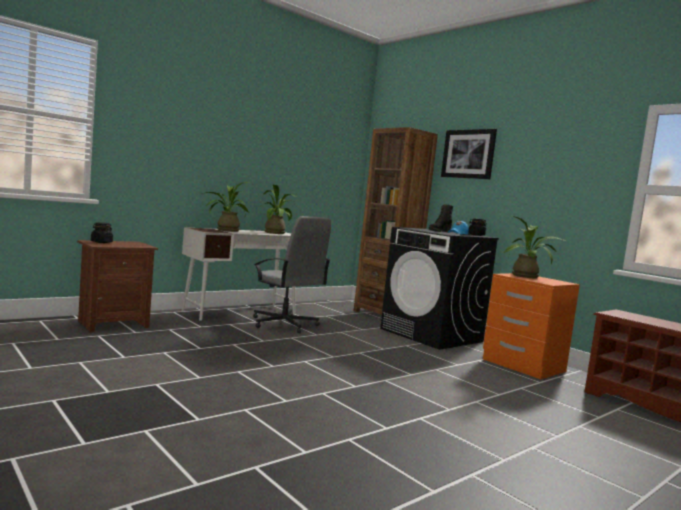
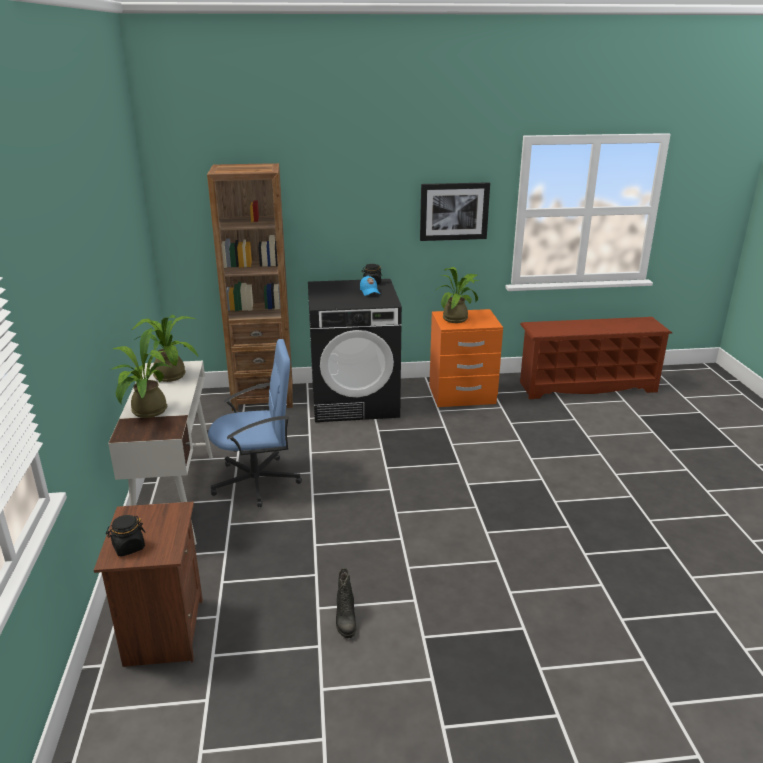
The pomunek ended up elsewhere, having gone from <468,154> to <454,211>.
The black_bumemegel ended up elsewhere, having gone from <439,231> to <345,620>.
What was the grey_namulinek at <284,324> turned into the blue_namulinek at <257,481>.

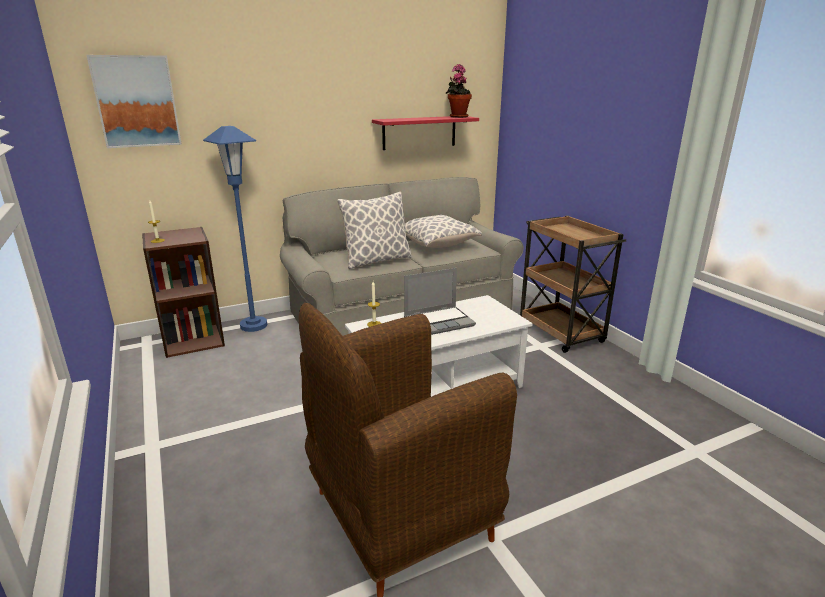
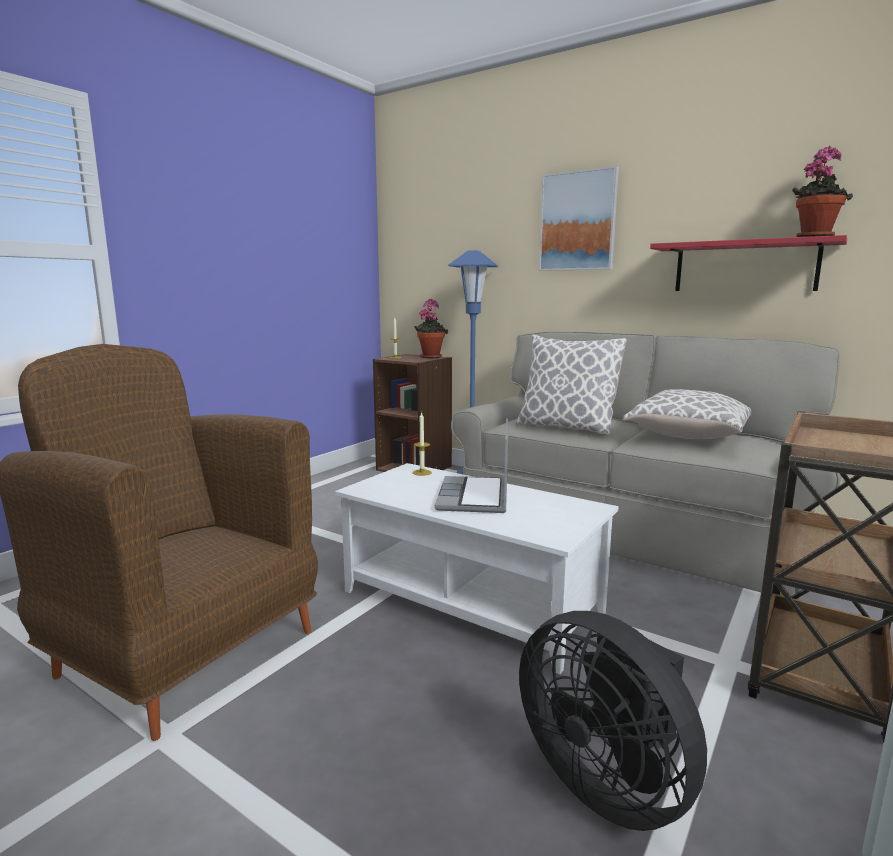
The pomunek ended up elsewhere, having gone from <136,101> to <578,221>.
The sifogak at <439,322> ended up facing another way, 60 degrees clockwise from before.
The second view gained the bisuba at <430,357>.
The second view gained the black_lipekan at <606,781>.

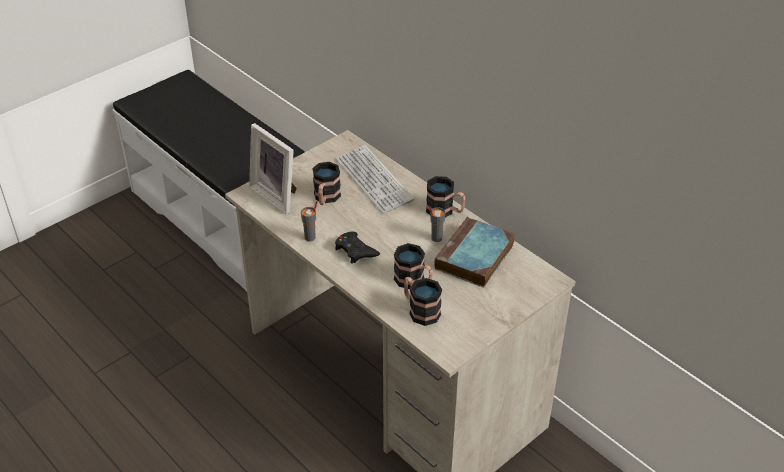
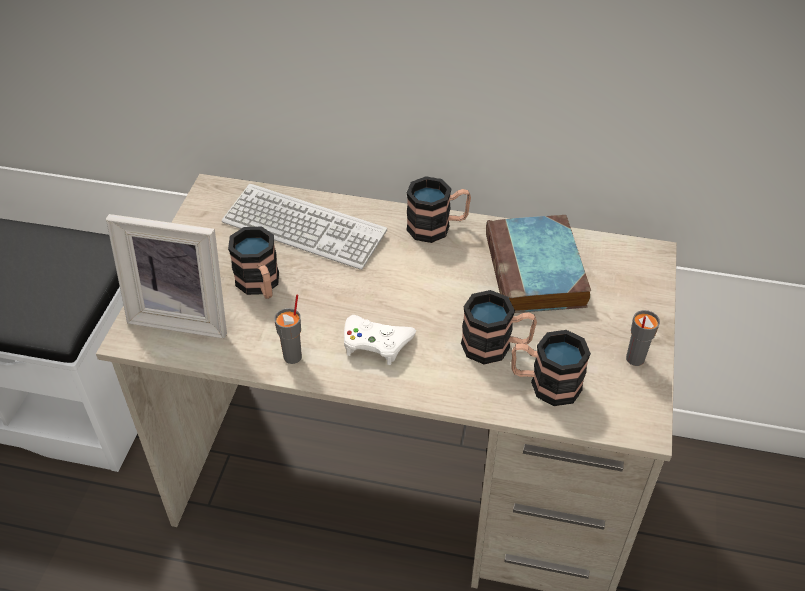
The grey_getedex ended up elsewhere, having gone from <436,238> to <634,359>.
What was the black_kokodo at <355,251> turned into the white_kokodo at <376,343>.

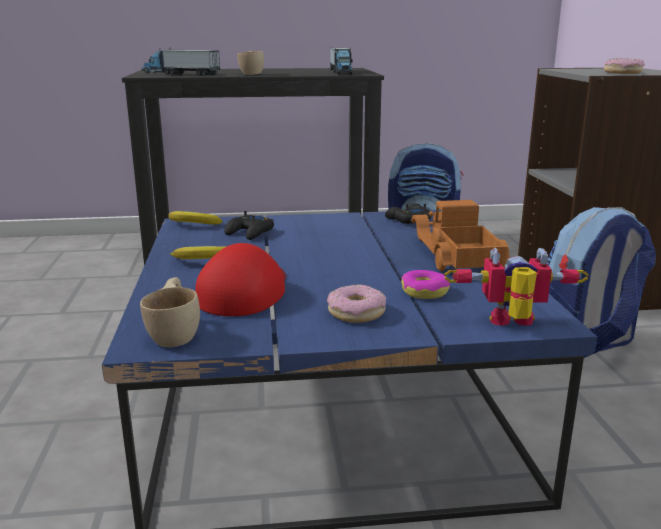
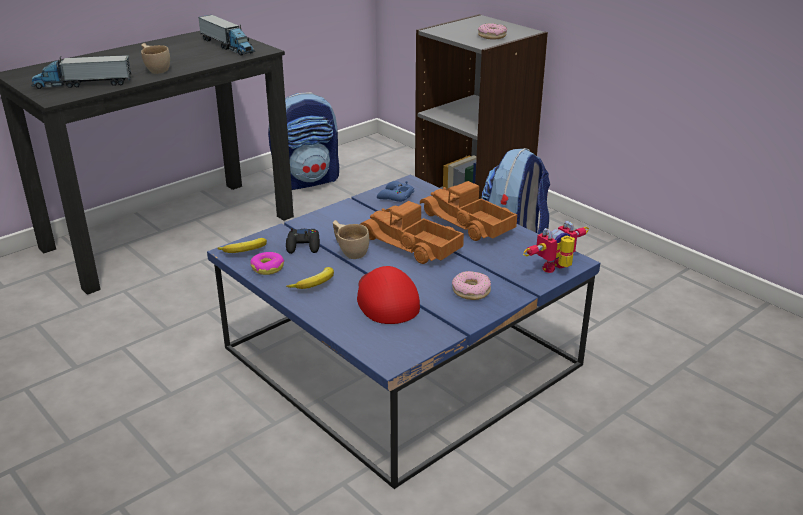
What was the black_kokodo at <407,220> turned into the blue_kokodo at <395,196>.
The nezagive ended up elsewhere, having gone from <424,292> to <268,268>.
The beige_getedex ended up elsewhere, having gone from <176,333> to <350,251>.
The second view gained the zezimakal at <410,245>.

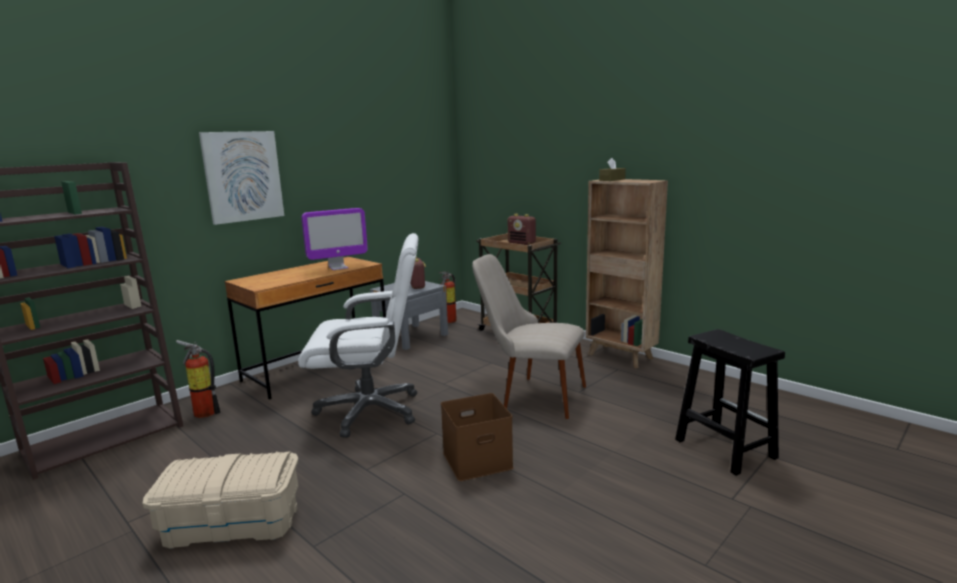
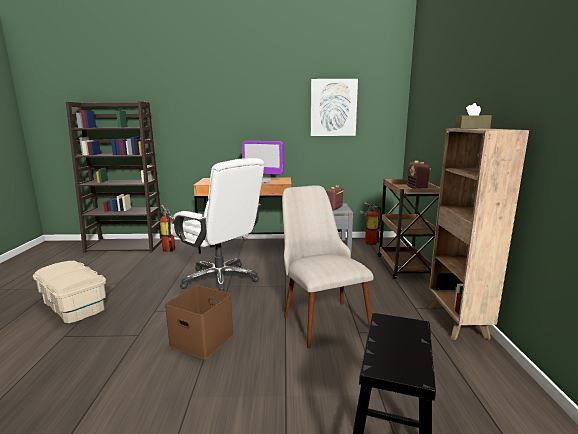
The pomunek ended up elsewhere, having gone from <243,176> to <333,108>.

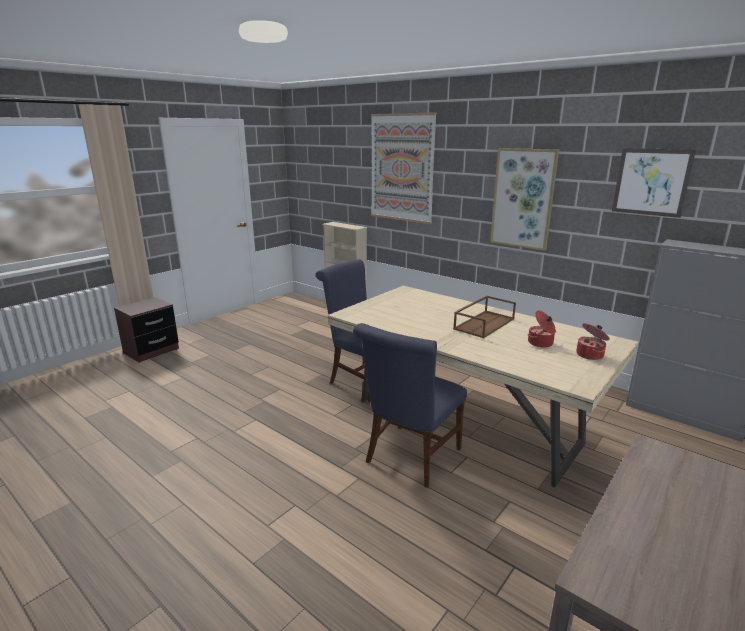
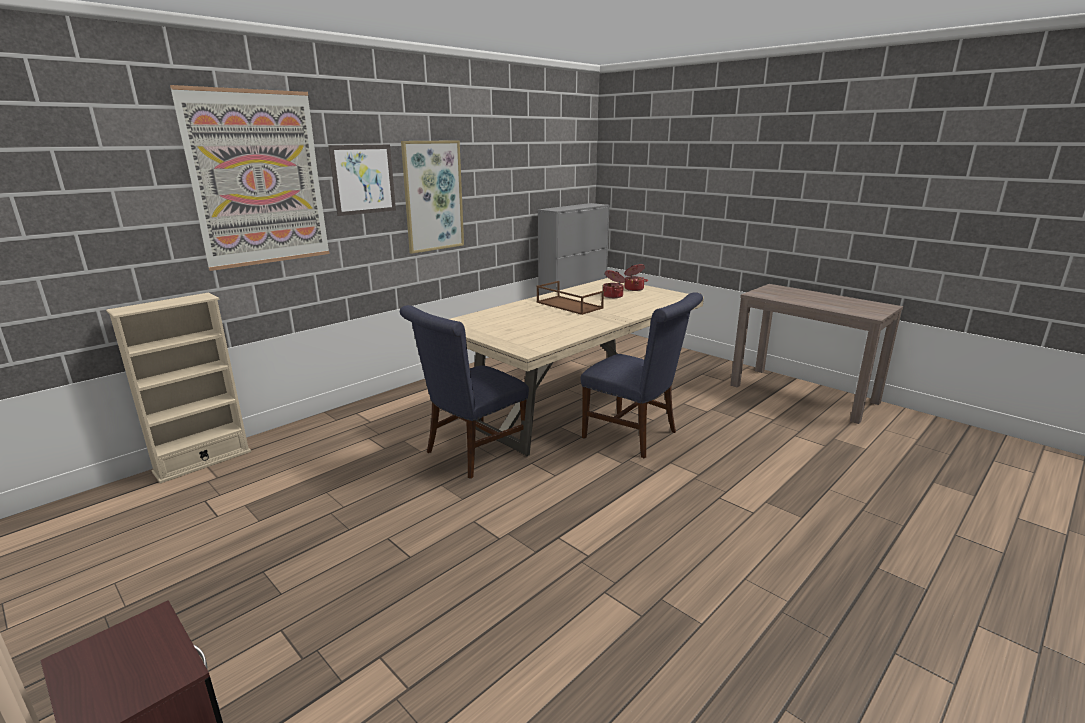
The pomunek ended up elsewhere, having gone from <651,182> to <363,179>.

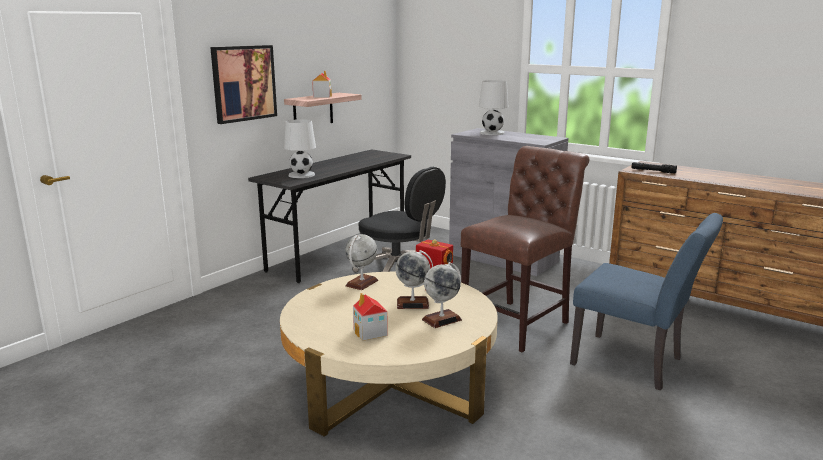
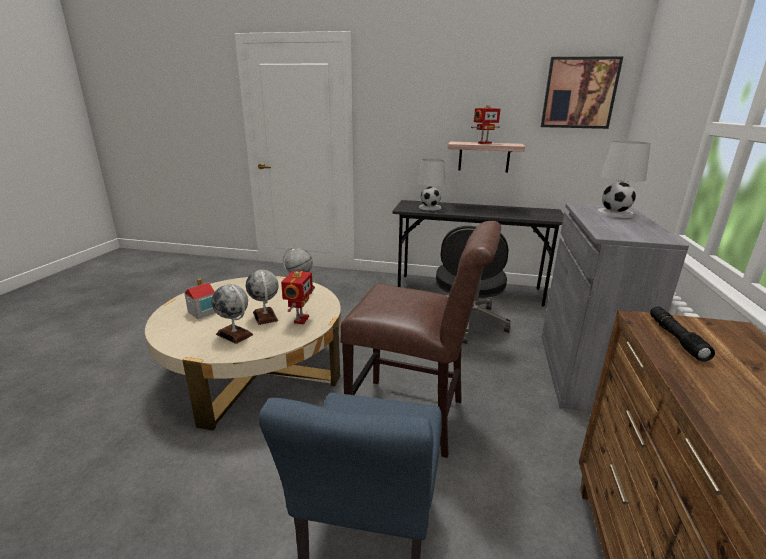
The pomunek ended up elsewhere, having gone from <244,83> to <579,93>.
Where the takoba stood at <322,96>, the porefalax came to stand at <484,143>.

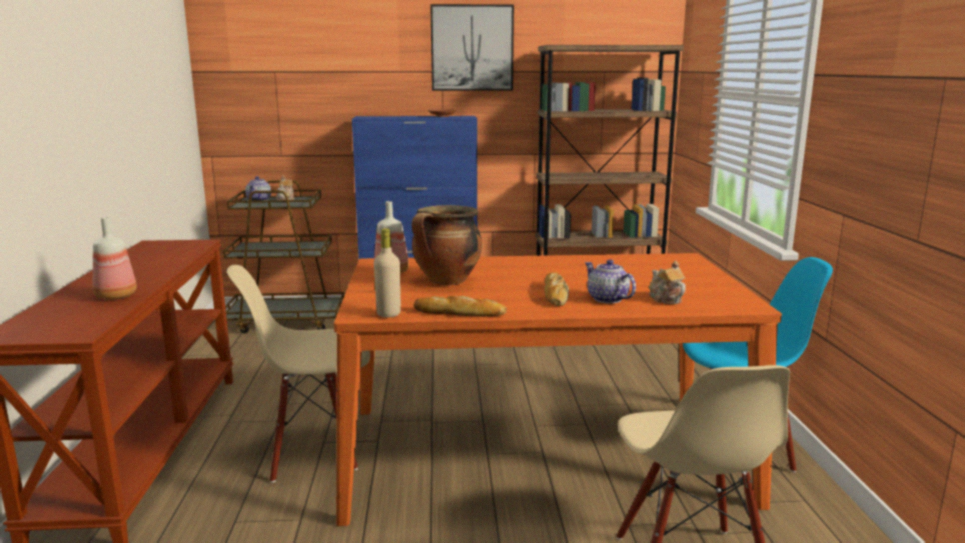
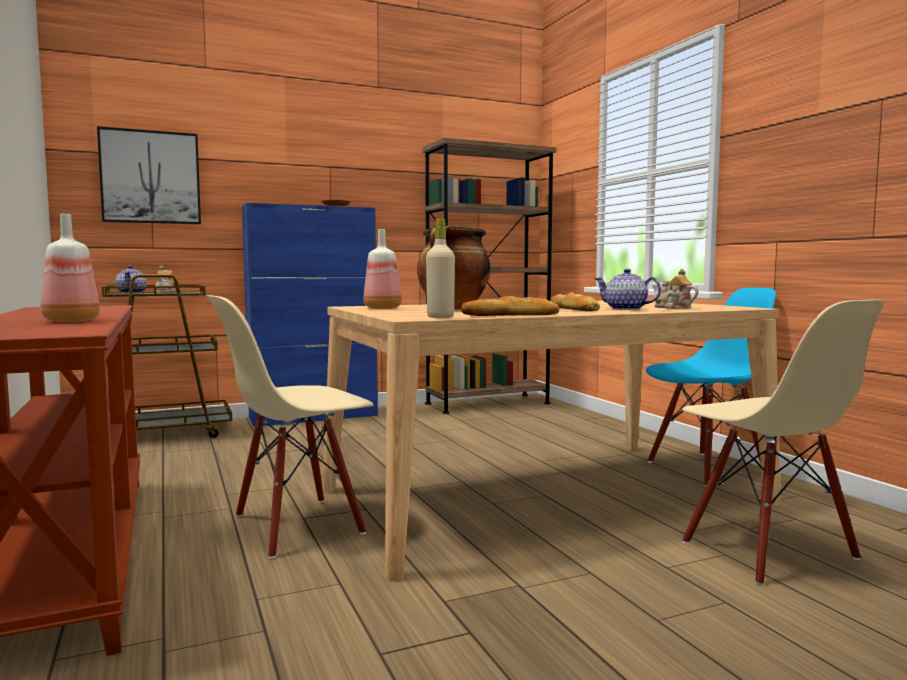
The pomunek ended up elsewhere, having gone from <472,48> to <150,177>.
What was the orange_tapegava at <540,453> turned into the beige_tapegava at <544,496>.

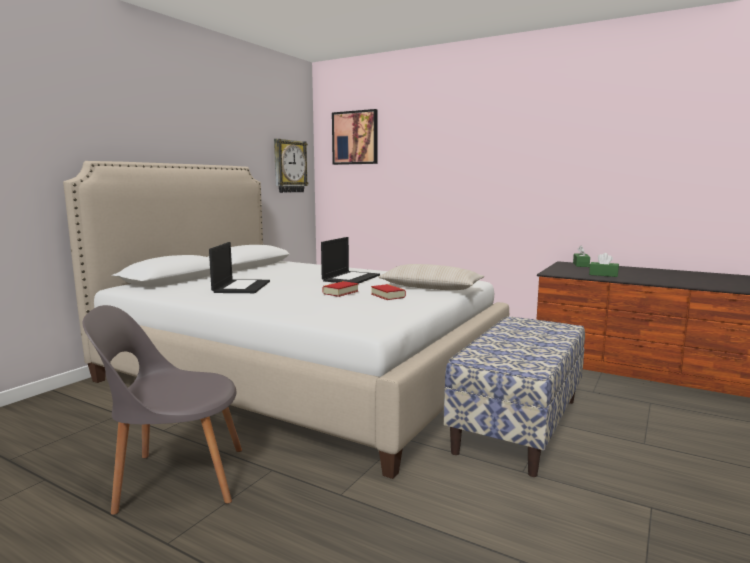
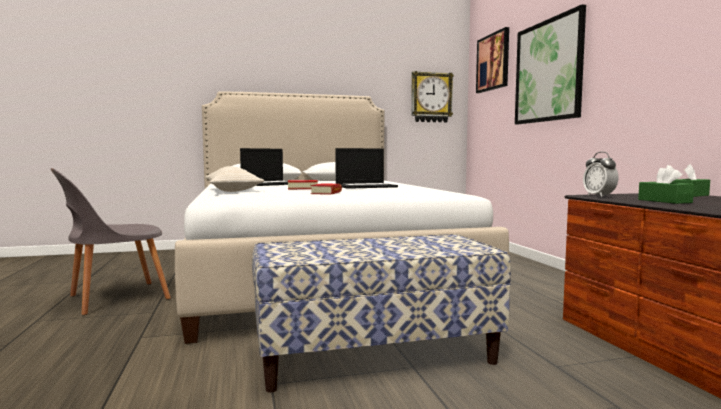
The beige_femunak ended up elsewhere, having gone from <430,288> to <232,190>.
The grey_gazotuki at <176,479> ended up facing another way, 75 degrees counterclockwise from before.
The second view gained the pomunek at <548,71>.
The second view gained the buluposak at <599,196>.

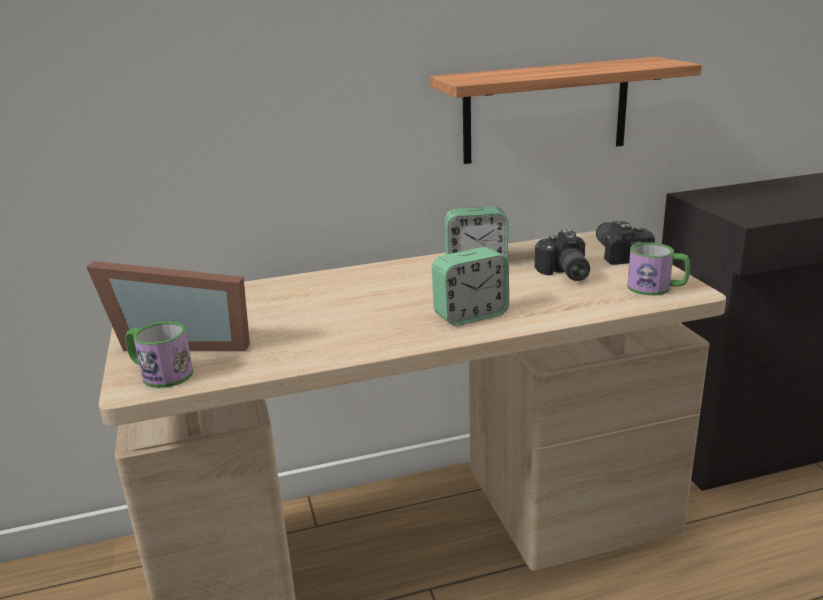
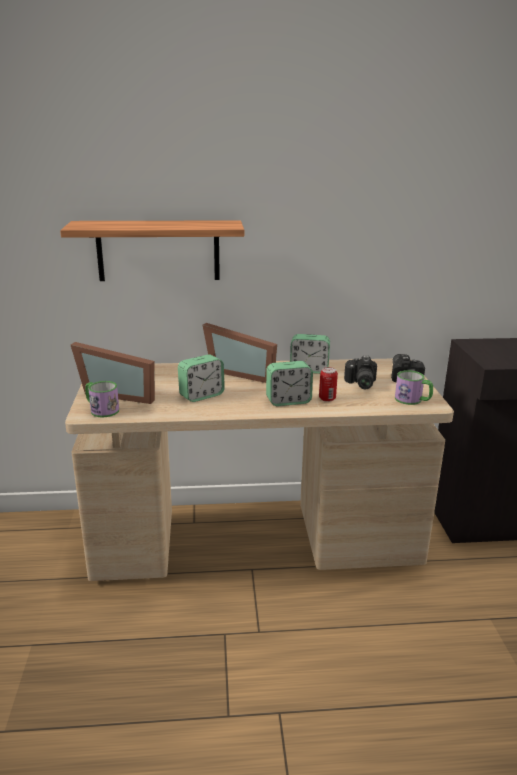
The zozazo ended up elsewhere, having gone from <546,111> to <158,250>.
The second view gained the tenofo at <242,373>.
The second view gained the buluposak at <201,395>.
The second view gained the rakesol at <327,398>.

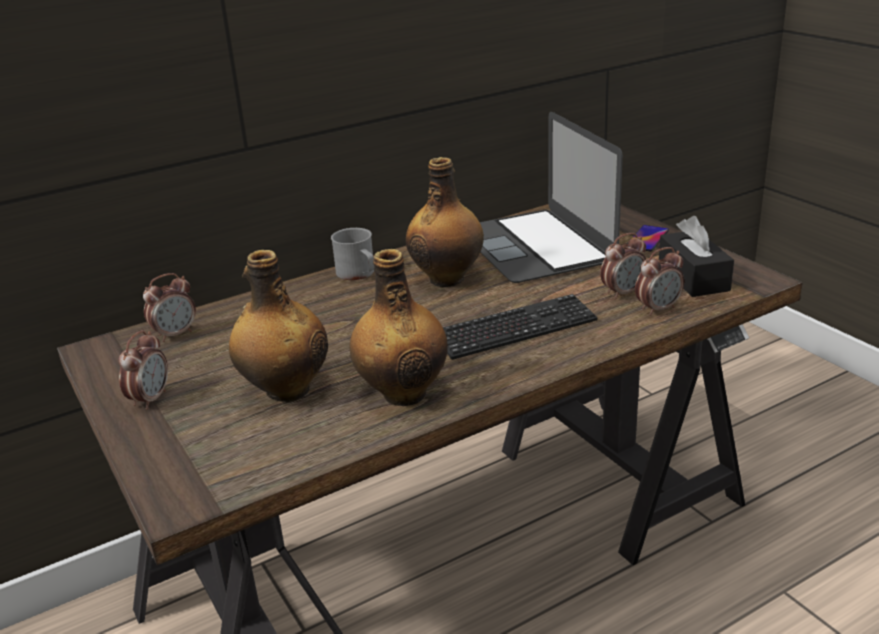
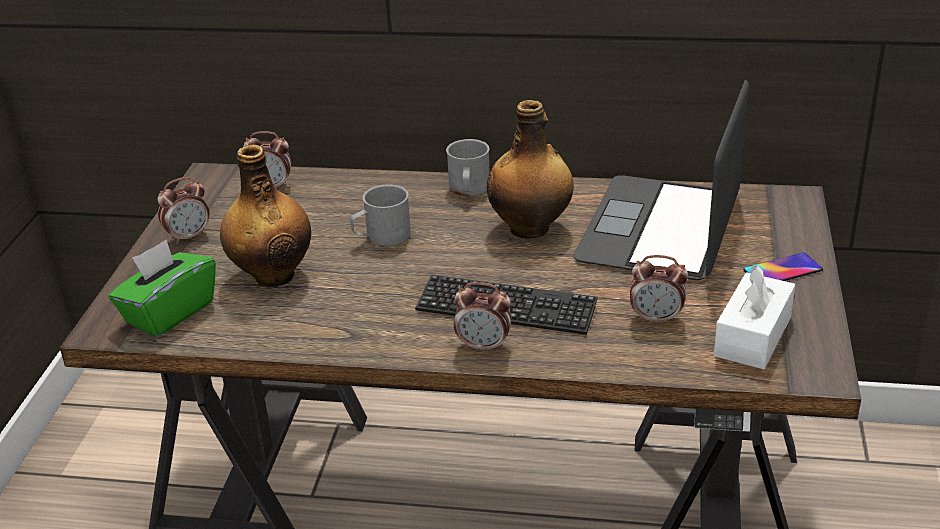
What was the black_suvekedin at <693,277> turned into the white_suvekedin at <753,336>.
The buluposak ended up elsewhere, having gone from <658,309> to <484,346>.
The second view lost the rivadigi at <403,393>.
The second view gained the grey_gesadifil at <382,237>.
The second view gained the green_suvekedin at <169,312>.

